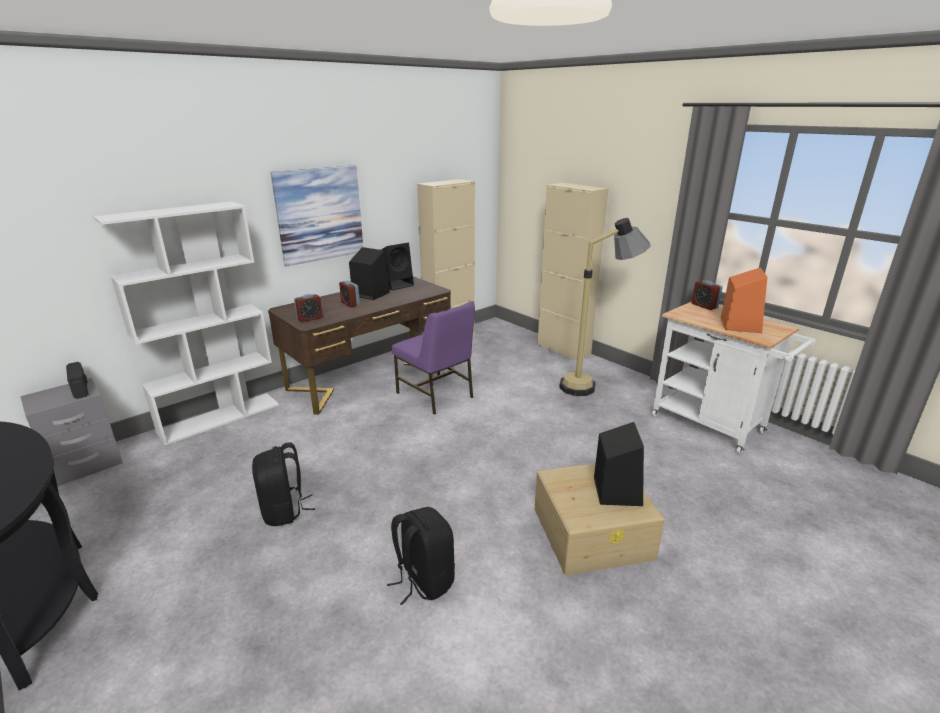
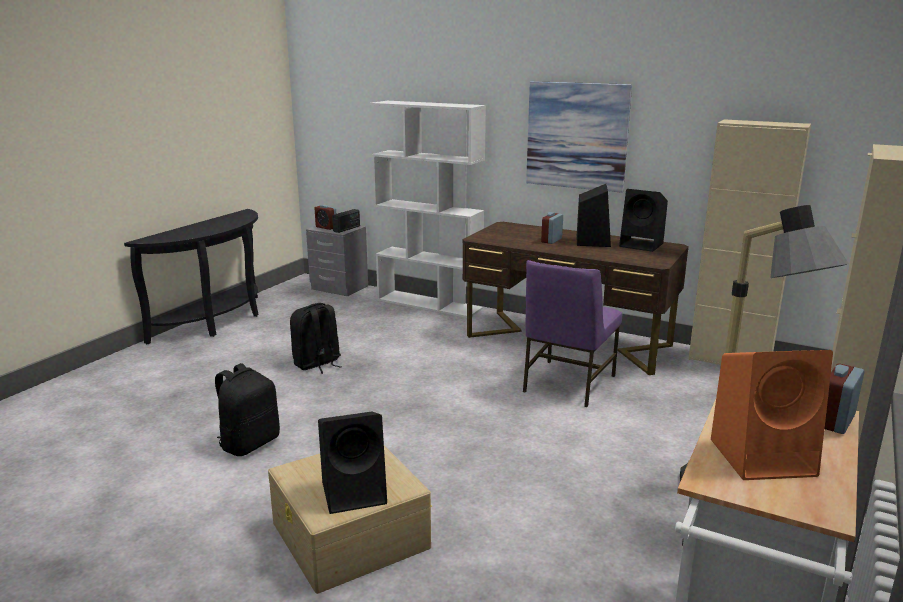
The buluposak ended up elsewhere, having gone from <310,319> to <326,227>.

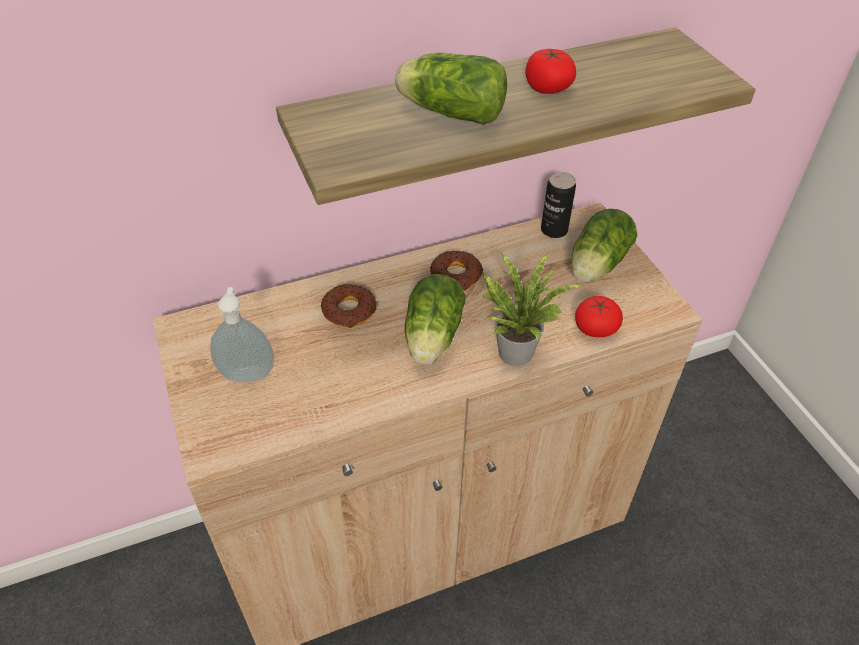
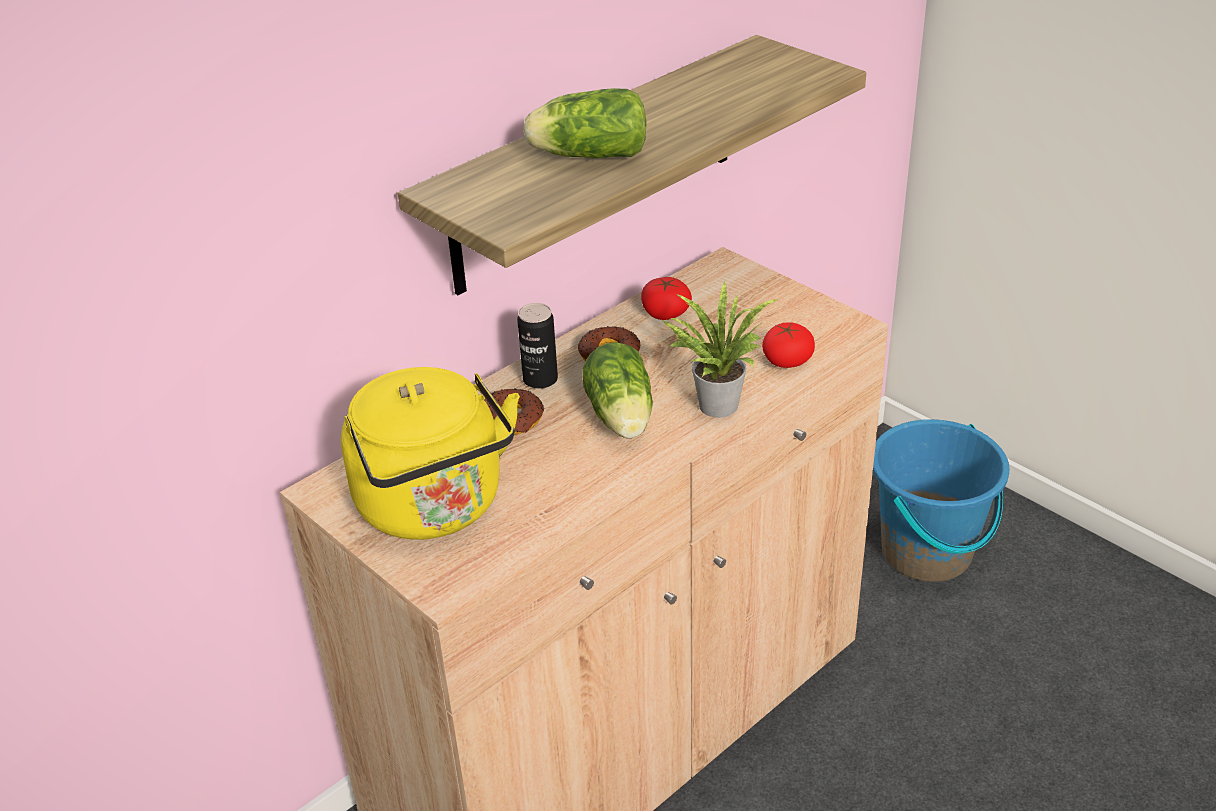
The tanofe ended up elsewhere, having gone from <548,87> to <665,313>.
The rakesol ended up elsewhere, having gone from <554,230> to <540,379>.
The second view lost the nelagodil at <596,266>.
Where the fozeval stood at <248,373>, the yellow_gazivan came to stand at <436,508>.
The second view gained the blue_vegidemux at <927,552>.

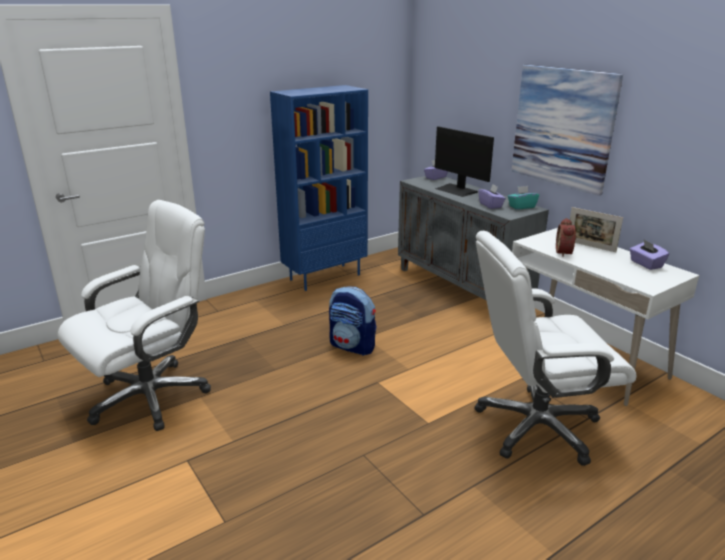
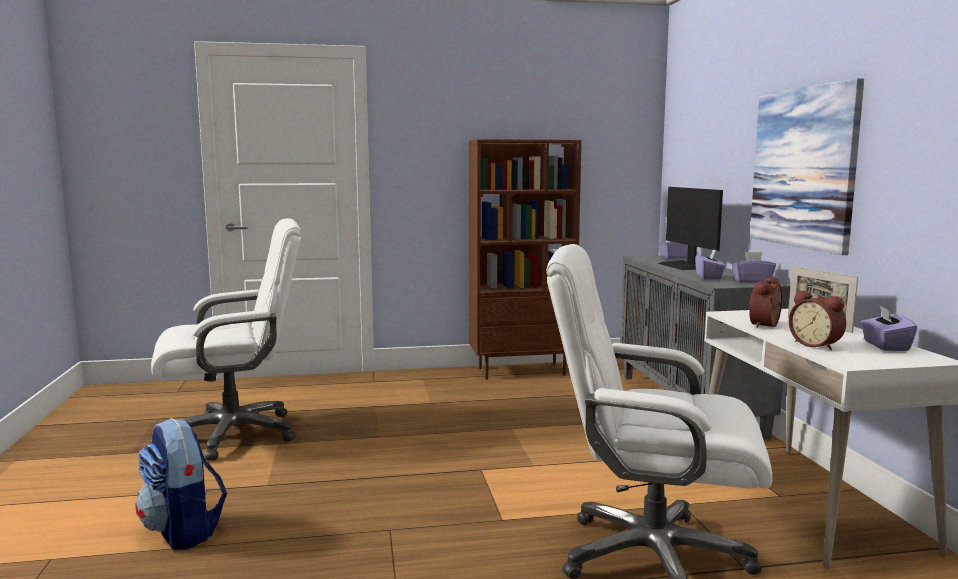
What was the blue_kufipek at <325,277> turned into the brown_kufipek at <522,371>.
What was the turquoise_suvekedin at <521,207> turned into the purple_suvekedin at <752,281>.
The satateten ended up elsewhere, having gone from <353,346> to <183,531>.
The second view gained the buluposak at <816,345>.

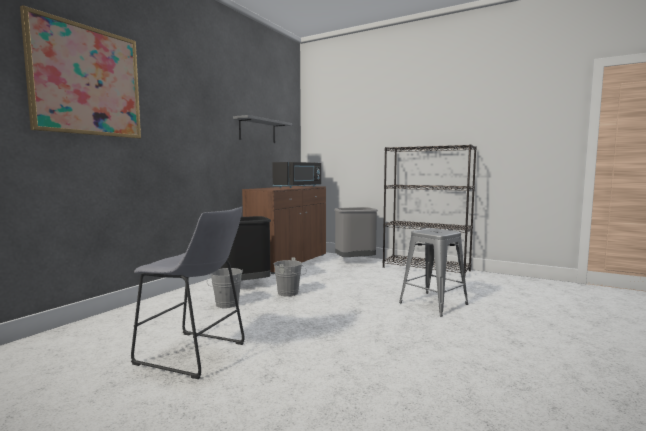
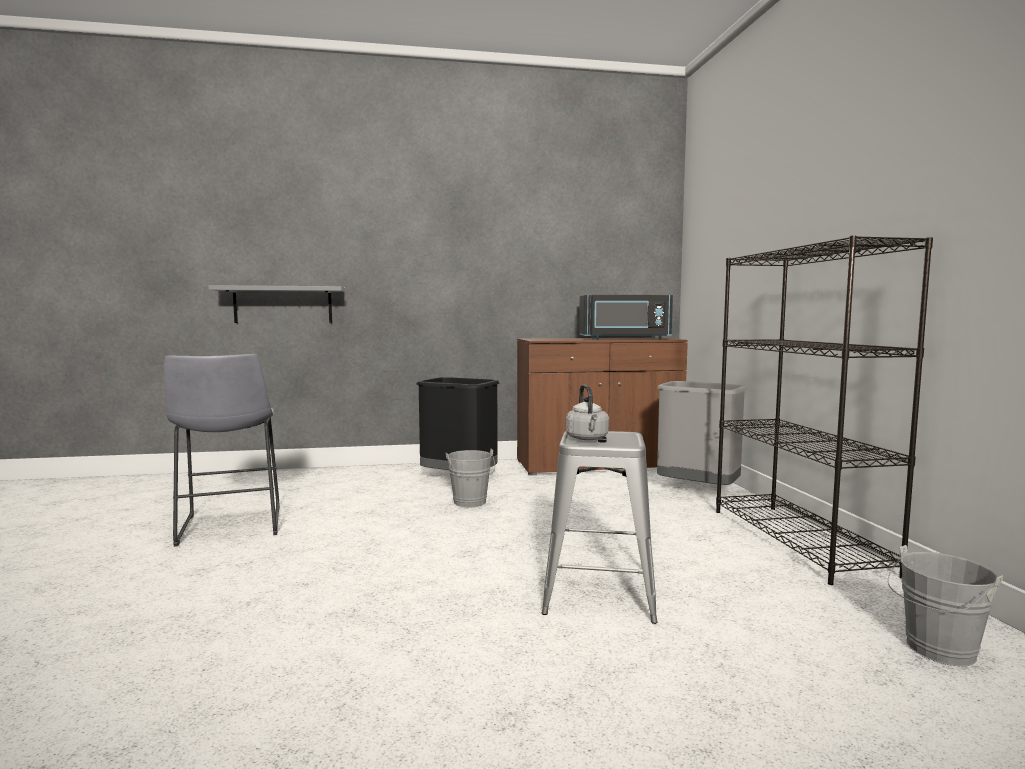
The second view lost the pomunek at <87,81>.
The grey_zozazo ended up elsewhere, having gone from <257,131> to <283,305>.
The grey_vegidemux ended up elsewhere, having gone from <226,305> to <936,651>.
The second view gained the grey_gazivan at <587,438>.

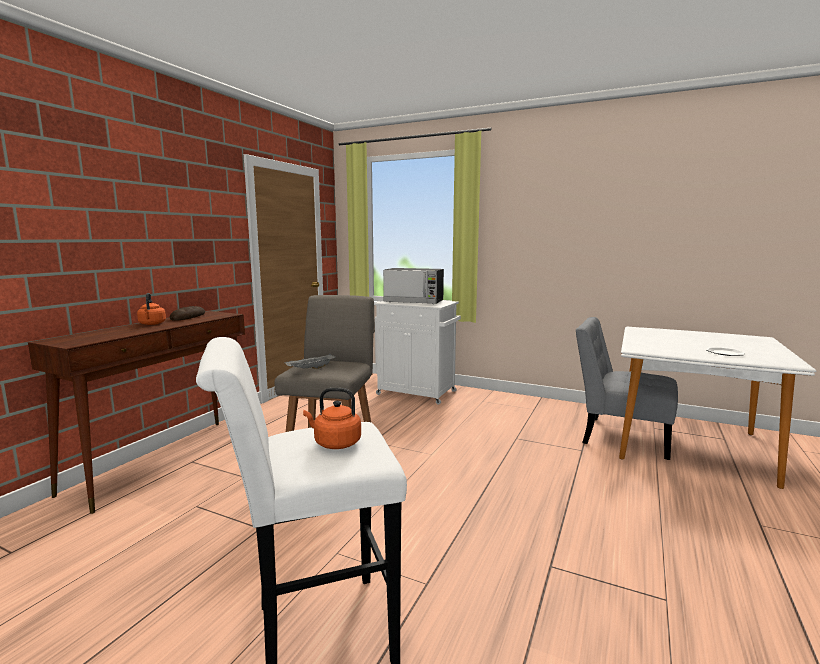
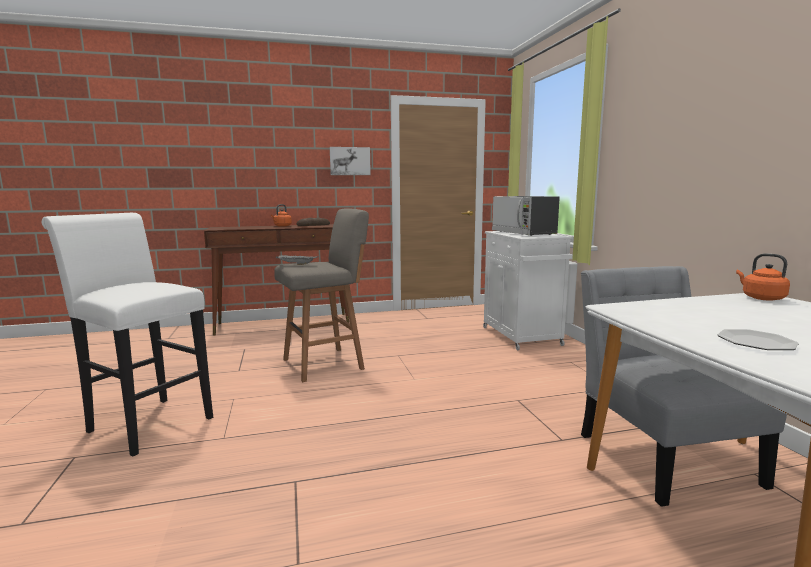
The orange_gazivan ended up elsewhere, having gone from <335,443> to <761,298>.
The second view gained the pomunek at <350,161>.

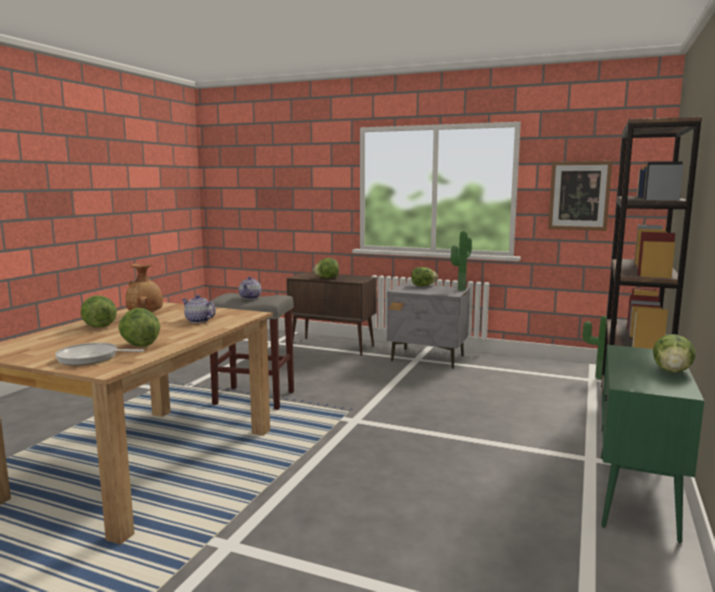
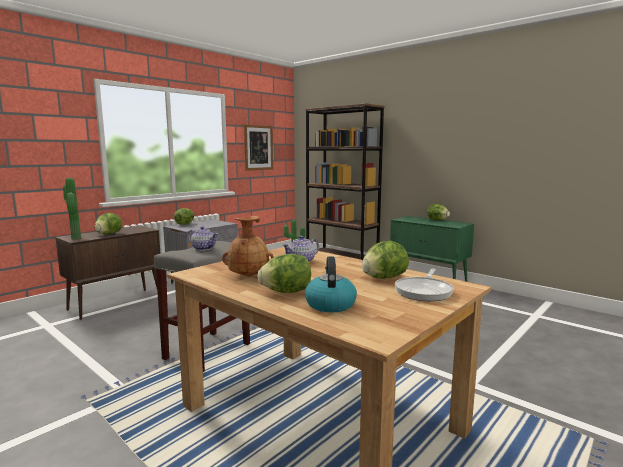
The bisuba ended up elsewhere, having gone from <460,289> to <74,238>.
The second view gained the gazivan at <330,304>.

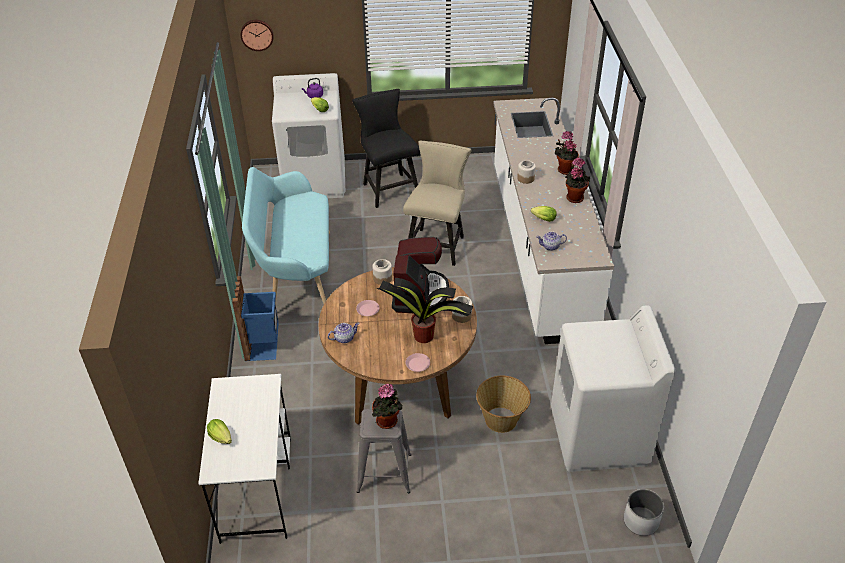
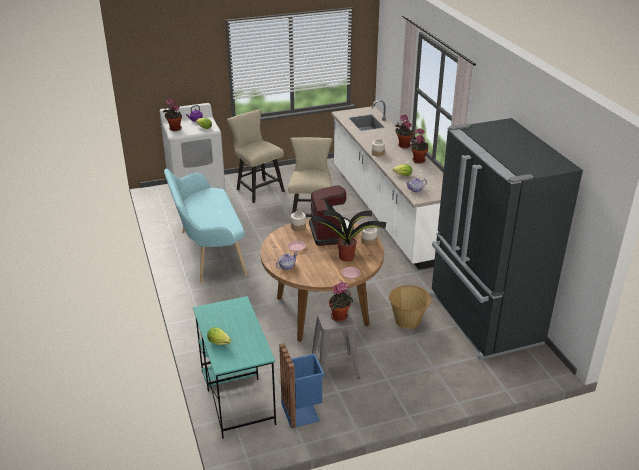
The second view lost the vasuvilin at <257,34>.
What was the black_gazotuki at <388,188> turned into the beige_gazotuki at <257,189>.
The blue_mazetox ended up elsewhere, having gone from <263,346> to <302,411>.
Where the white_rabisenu stood at <599,437>, the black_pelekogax came to stand at <482,319>.
What was the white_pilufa at <257,487> turned into the turquoise_pilufa at <237,396>.
The second view lost the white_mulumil at <641,521>.
The second view gained the bisuba at <174,129>.

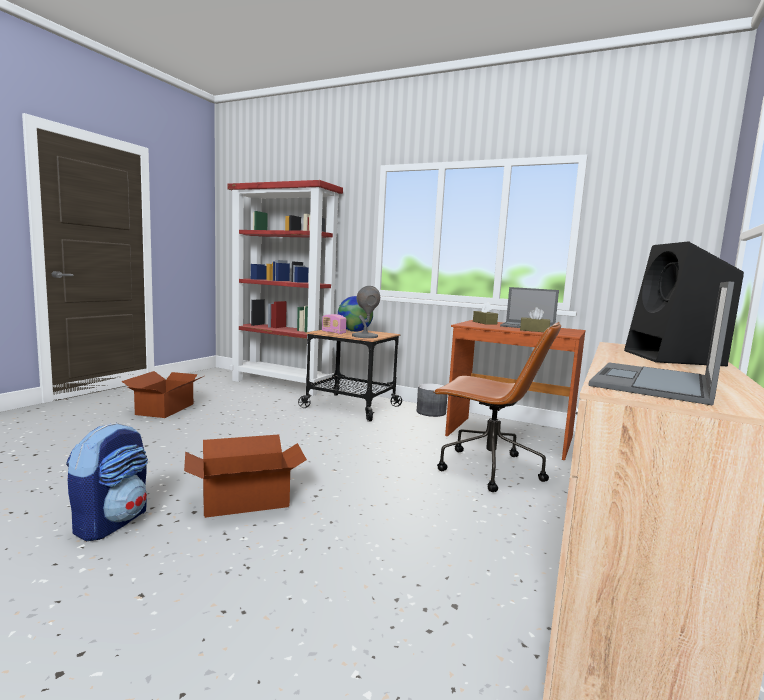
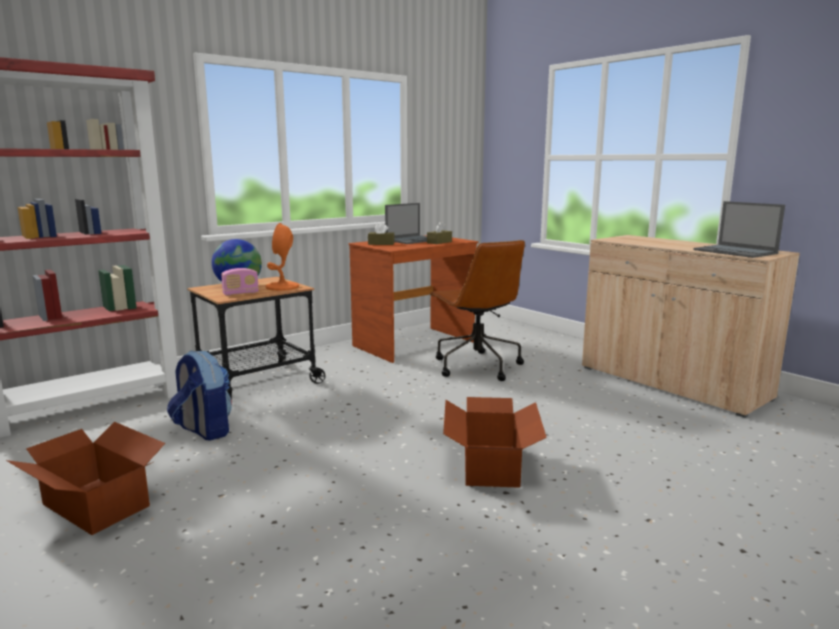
The second view lost the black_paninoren at <674,358>.
What was the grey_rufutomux at <364,336> turned into the orange_rufutomux at <282,287>.
The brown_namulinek at <487,469> ended up facing another way, 105 degrees clockwise from before.
The second view lost the grey_mulumil at <430,412>.
The satateten ended up elsewhere, having gone from <111,522> to <203,430>.

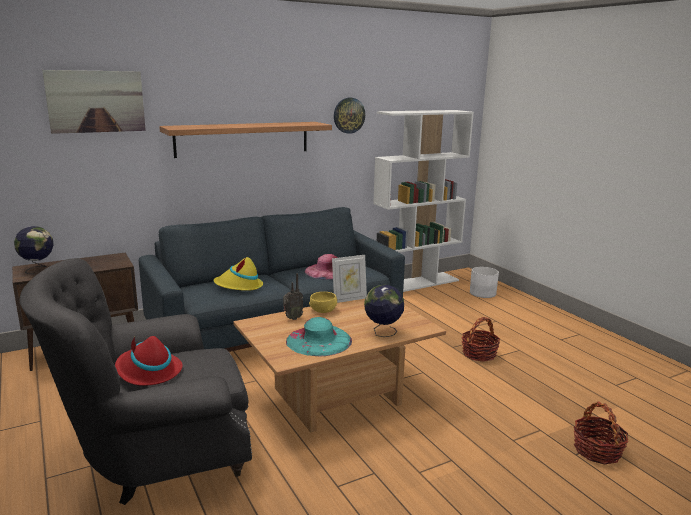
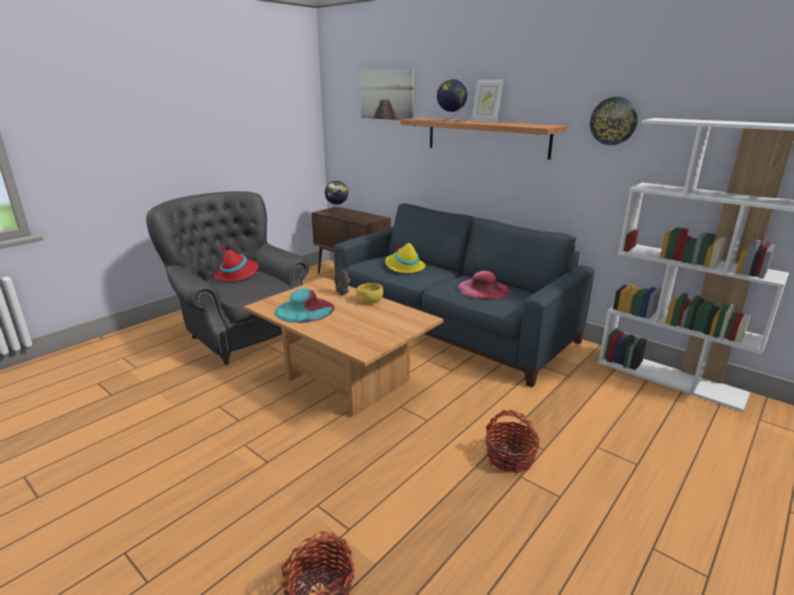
The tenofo ended up elsewhere, having gone from <349,299> to <485,121>.
The second view lost the white_mulumil at <483,293>.
The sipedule ended up elsewhere, having gone from <382,333> to <451,120>.

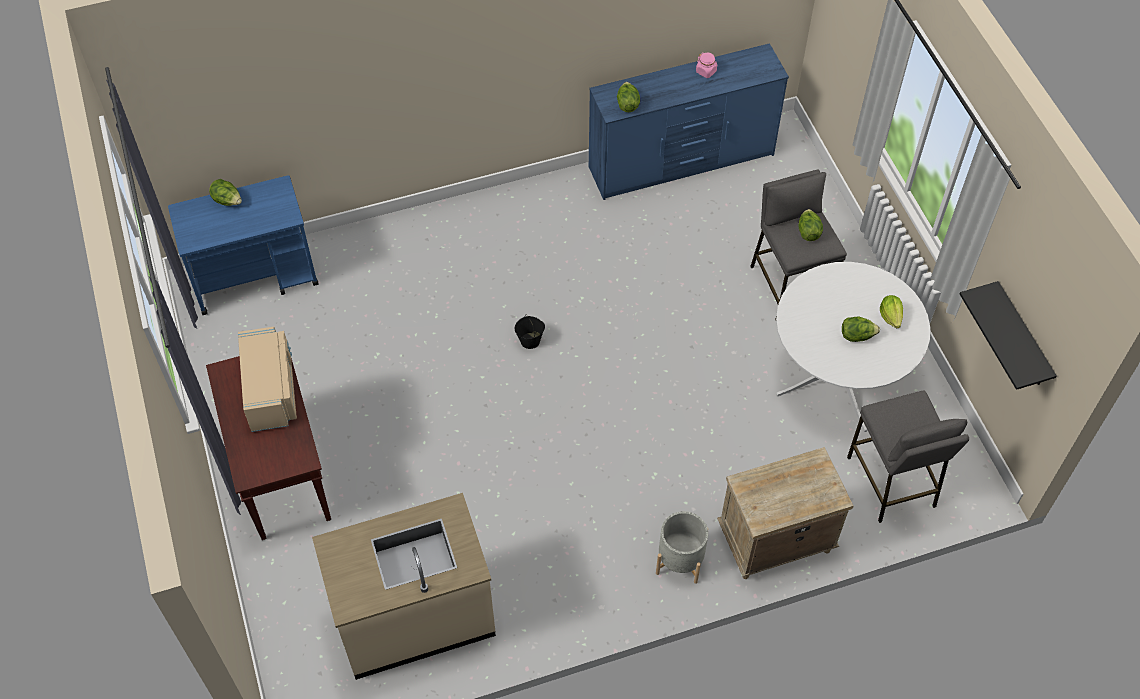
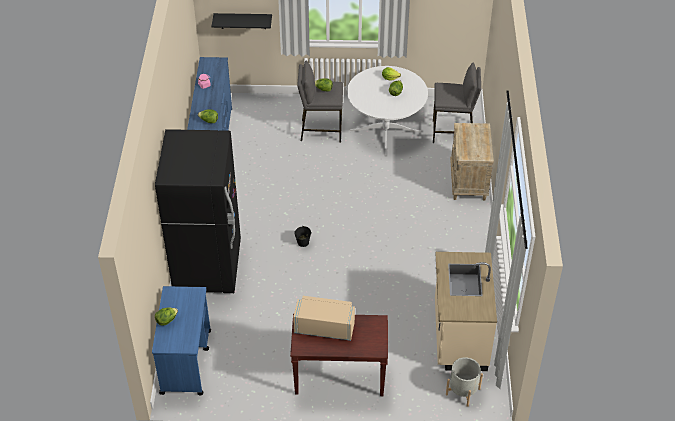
The black_zozazo ended up elsewhere, having gone from <1022,338> to <243,21>.
The grey_mulumil ended up elsewhere, having gone from <680,560> to <463,391>.
The second view gained the black_pelekogax at <207,266>.

